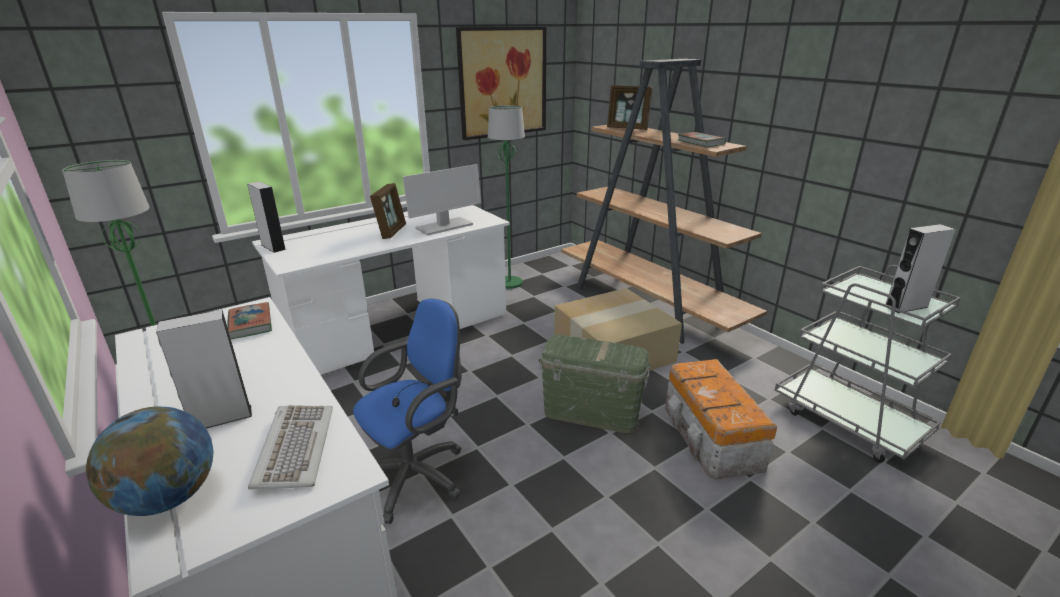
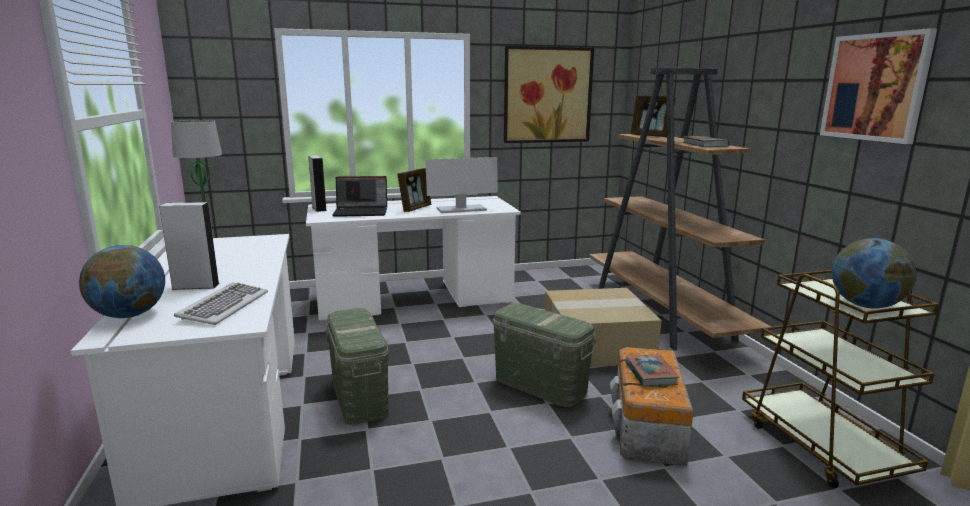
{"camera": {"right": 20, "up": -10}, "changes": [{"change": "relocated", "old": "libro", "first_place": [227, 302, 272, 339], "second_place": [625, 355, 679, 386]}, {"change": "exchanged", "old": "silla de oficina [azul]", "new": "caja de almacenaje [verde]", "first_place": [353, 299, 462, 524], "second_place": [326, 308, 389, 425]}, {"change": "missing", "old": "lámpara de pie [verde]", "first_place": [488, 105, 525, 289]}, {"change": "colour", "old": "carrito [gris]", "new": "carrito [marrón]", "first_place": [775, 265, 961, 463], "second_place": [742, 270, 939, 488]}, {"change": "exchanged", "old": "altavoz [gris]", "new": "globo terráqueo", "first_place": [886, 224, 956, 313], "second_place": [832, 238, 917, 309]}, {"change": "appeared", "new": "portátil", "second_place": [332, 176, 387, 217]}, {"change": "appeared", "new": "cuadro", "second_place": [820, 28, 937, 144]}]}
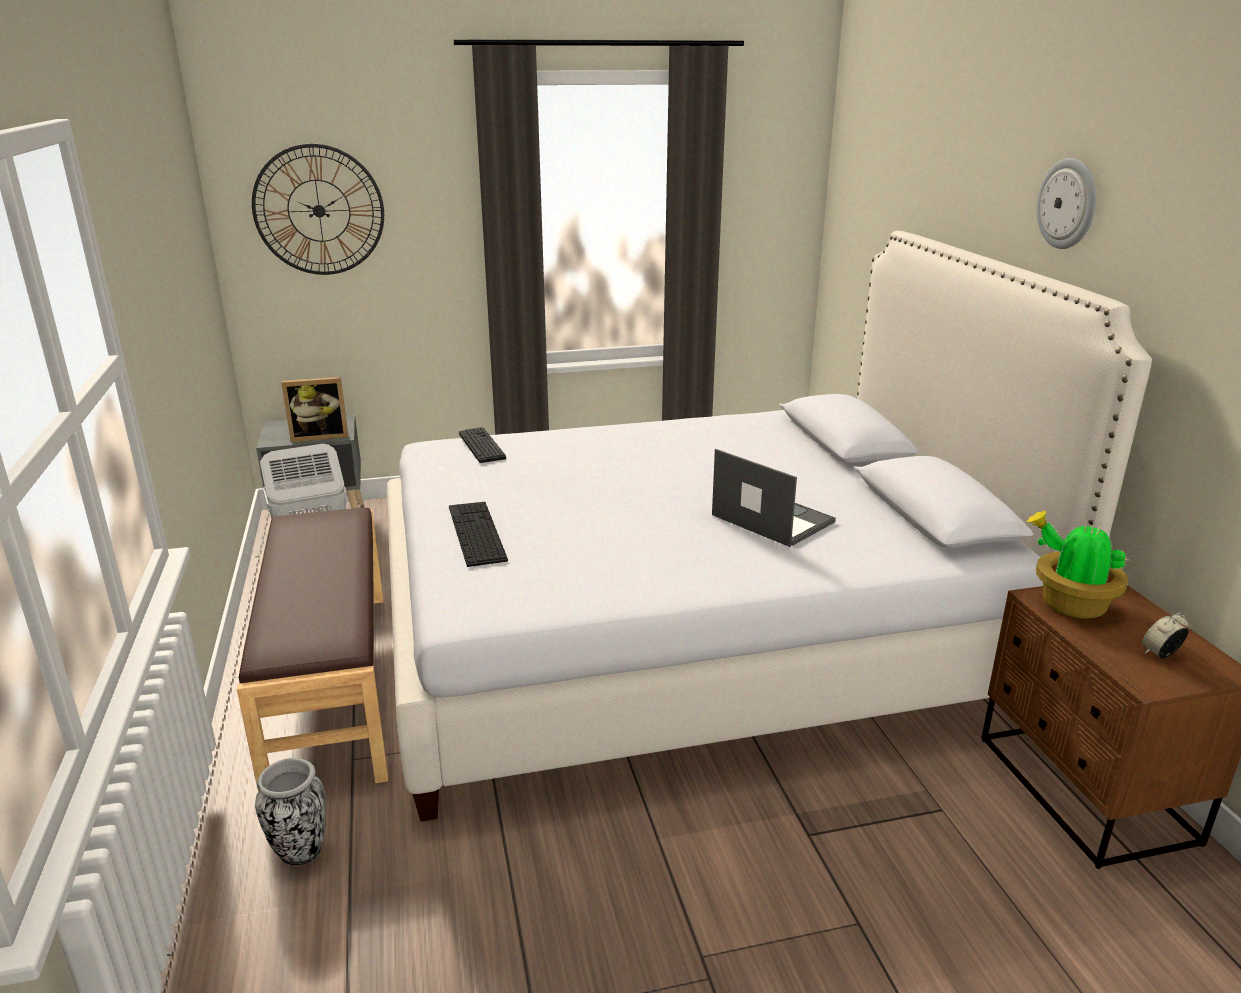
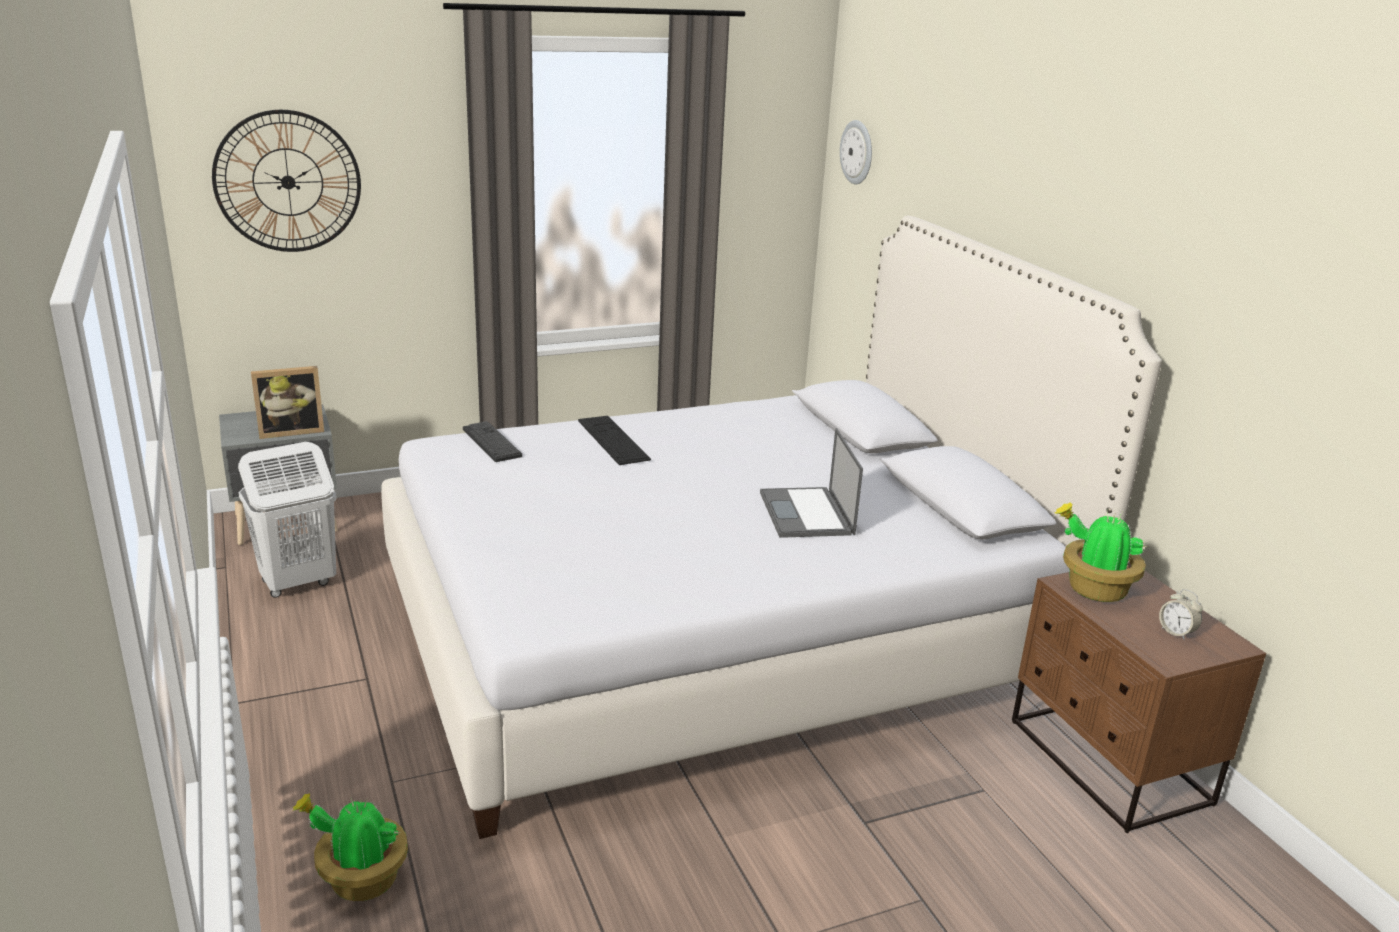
{"camera": {"right": -10, "up": 0}, "changes": [{"change": "missing", "old": "banco [marrón]", "first_place": [237, 508, 388, 791]}, {"change": "exchanged", "old": "florero", "new": "planta en maceta", "first_place": [255, 758, 326, 866], "second_place": [292, 793, 408, 901]}, {"change": "relocated", "old": "teclado", "first_place": [449, 502, 508, 567], "second_place": [578, 416, 651, 465]}, {"change": "spun", "old": "portátil", "first_place": [712, 449, 836, 547], "second_place": [760, 428, 863, 538], "degrees": -135}, {"change": "relocated", "old": "reloj de pared", "first_place": [1036, 158, 1096, 249], "second_place": [840, 120, 872, 185]}, {"change": "spun", "old": "despertador", "first_place": [1142, 612, 1188, 659], "second_place": [1159, 589, 1203, 640], "degrees": -90}]}
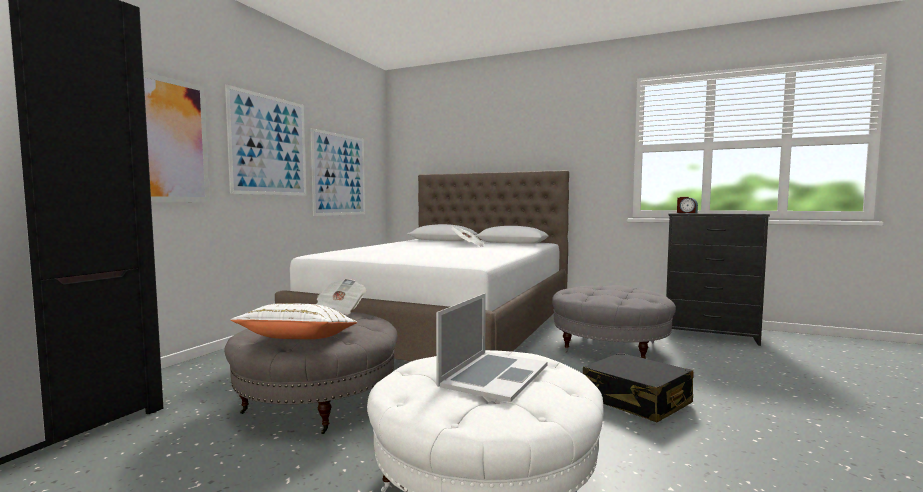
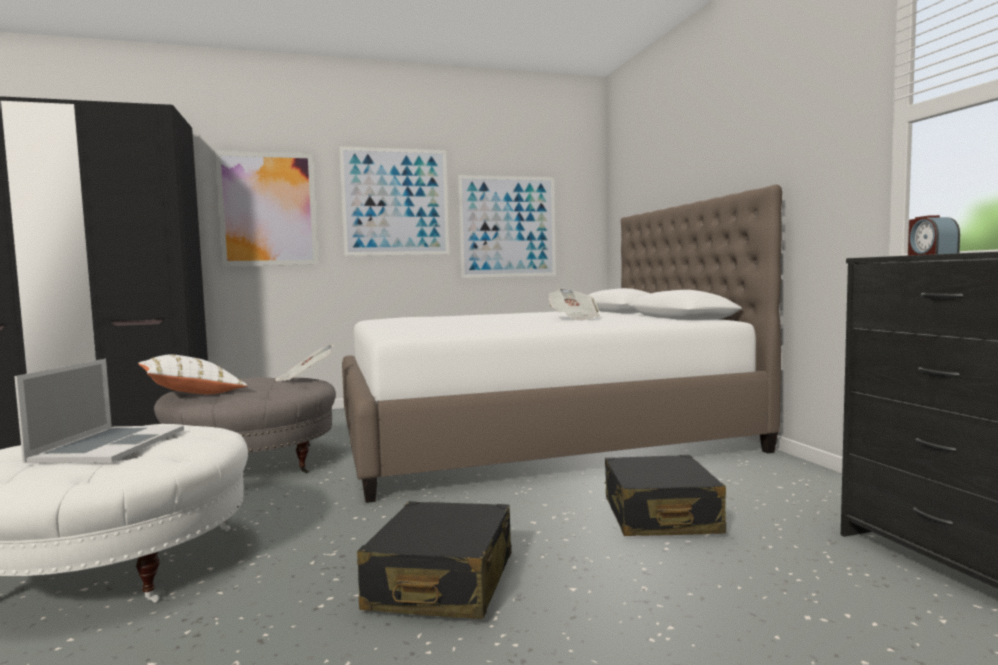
{"camera": {"right": 50, "up": 0}, "changes": [{"change": "spun", "old": "portátil", "first_place": [436, 293, 548, 402], "second_place": [15, 359, 184, 463], "degrees": -75}, {"change": "exchanged", "old": "puf [gris]", "new": "maleta [negro]", "first_place": [552, 285, 676, 359], "second_place": [605, 455, 726, 536]}]}
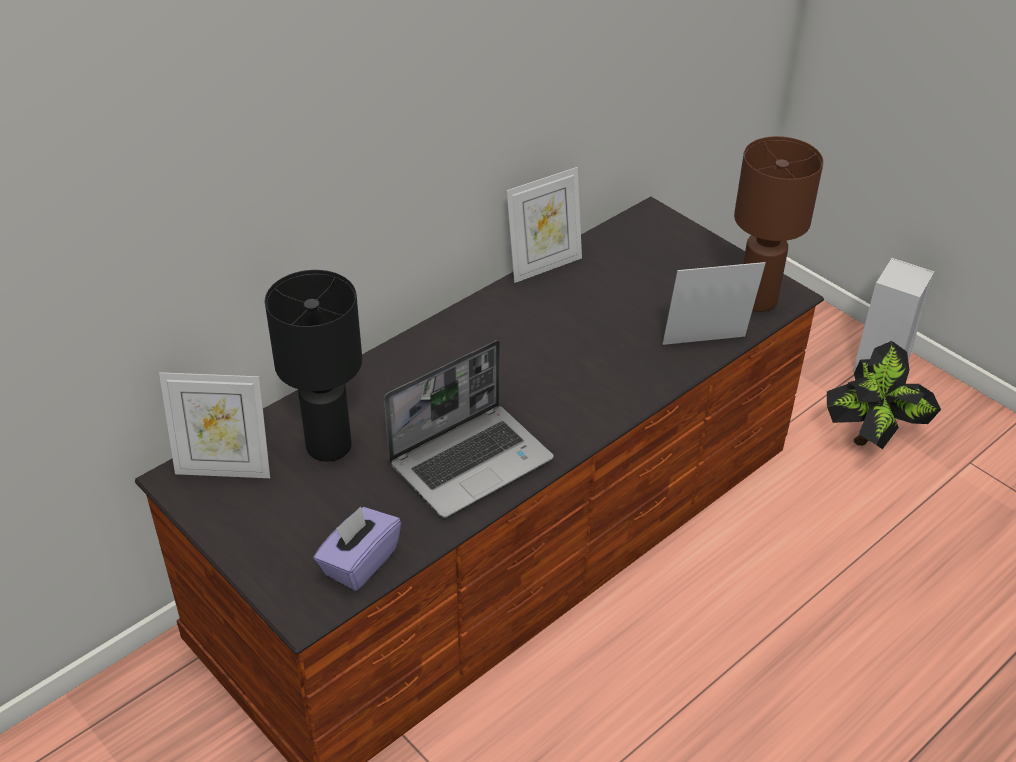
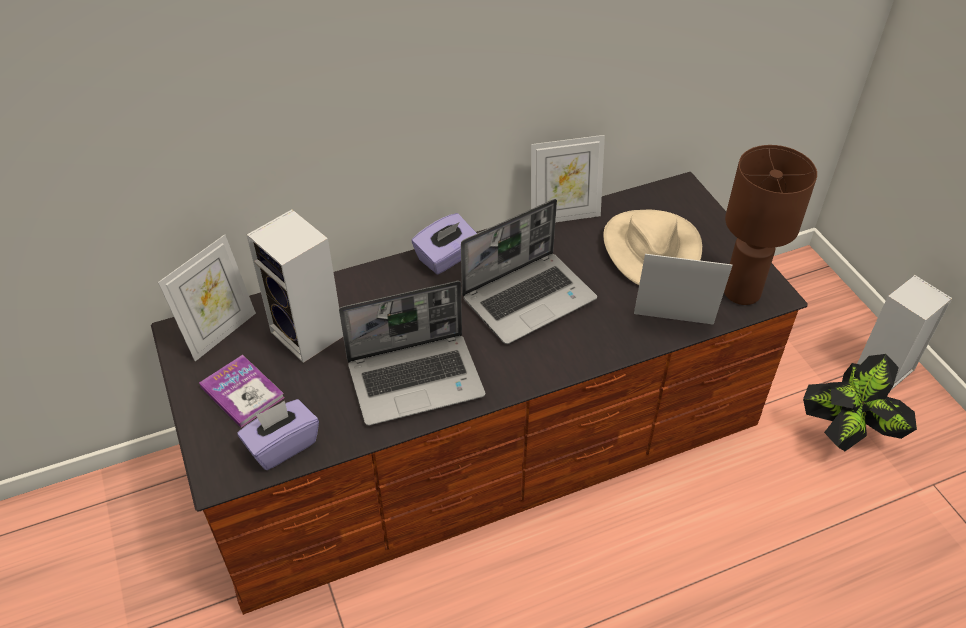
{"camera": {"right": 20, "up": 5}, "changes": [{"change": "spun", "old": "portarretratos", "first_place": [159, 372, 270, 478], "second_place": [158, 234, 256, 361], "degrees": -75}, {"change": "exchanged", "old": "lámpara de mesa [negro]", "new": "altavoz", "first_place": [265, 270, 362, 461], "second_place": [247, 209, 343, 363]}, {"change": "appeared", "new": "libro", "second_place": [199, 355, 285, 428]}, {"change": "appeared", "new": "caja de pañuelos [morado]", "second_place": [412, 213, 477, 274]}, {"change": "appeared", "new": "portátil", "second_place": [461, 199, 597, 344]}, {"change": "appeared", "new": "sombrero [beis]", "second_place": [603, 210, 702, 285]}]}
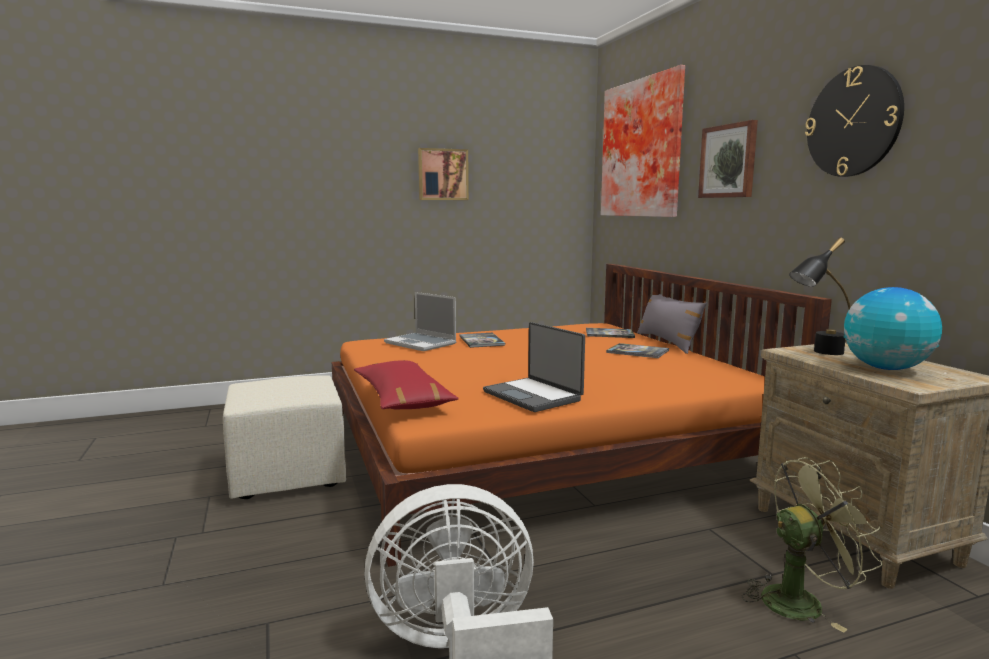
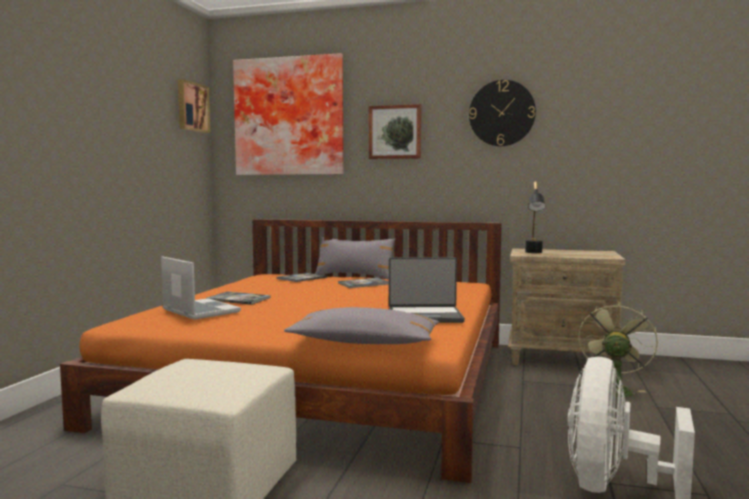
{"camera": {"right": -55, "up": -5}, "changes": [{"change": "colour", "old": "cojín [rojo]", "new": "cojín [gris]", "first_place": [354, 360, 459, 409], "second_place": [284, 307, 439, 344]}, {"change": "spun", "old": "portátil", "first_place": [384, 292, 457, 351], "second_place": [161, 256, 241, 320], "degrees": -120}, {"change": "relocated", "old": "cuadro", "first_place": [418, 148, 469, 200], "second_place": [178, 79, 210, 133]}, {"change": "missing", "old": "globo terráqueo", "first_place": [843, 287, 942, 370]}]}
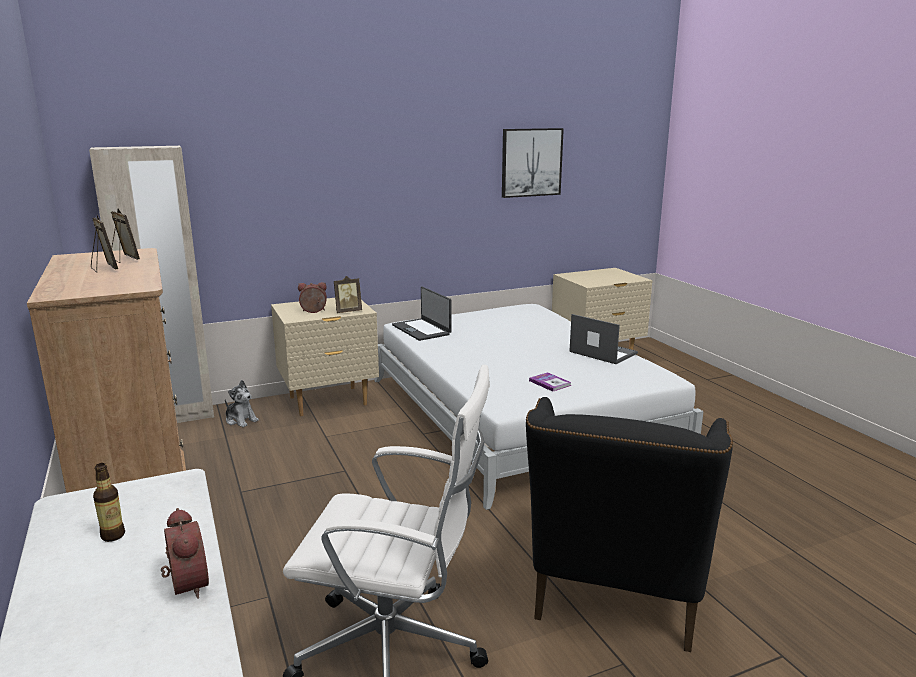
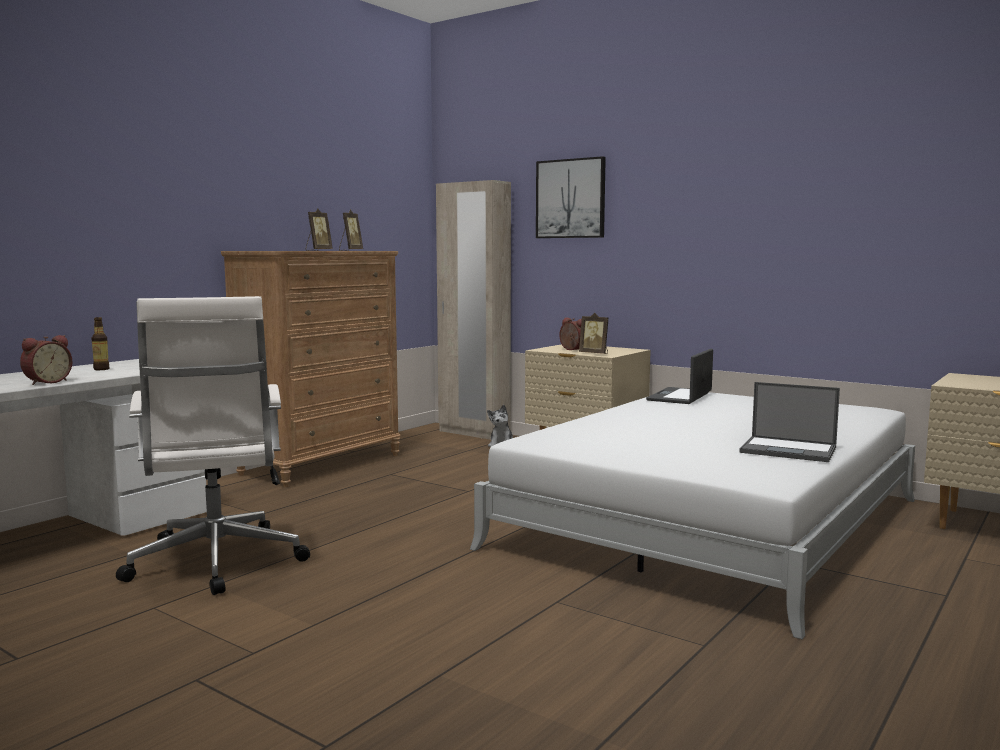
{"camera": {"right": 60, "up": -10}, "changes": [{"change": "relocated", "old": "cuadro", "first_place": [502, 128, 564, 198], "second_place": [536, 156, 606, 238]}, {"change": "missing", "old": "sillón [negro]", "first_place": [526, 397, 733, 652]}, {"change": "missing", "old": "libro", "first_place": [529, 372, 571, 392]}, {"change": "spun", "old": "portátil", "first_place": [569, 314, 638, 364], "second_place": [739, 382, 840, 462], "degrees": 105}]}
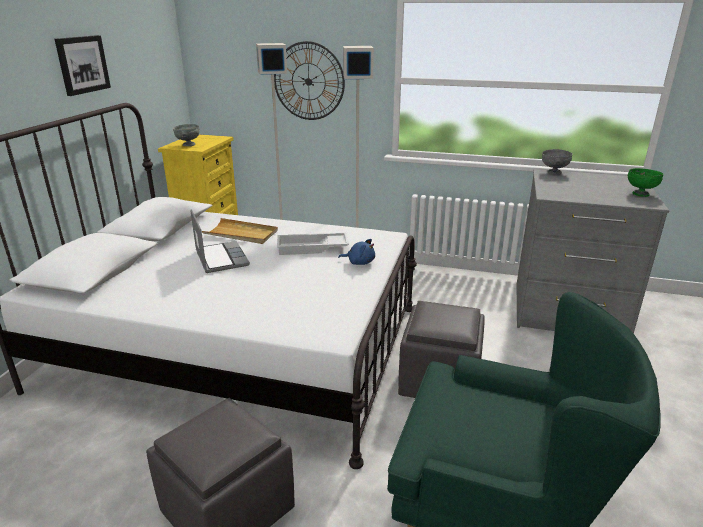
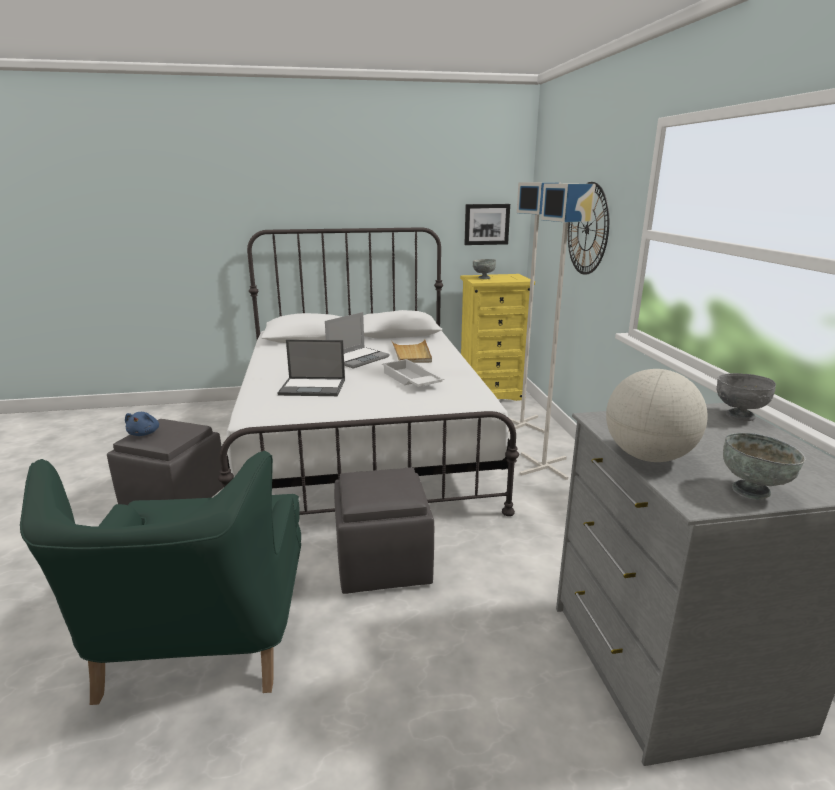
{"camera": {"right": 65, "up": -5}, "changes": [{"change": "relocated", "old": "cuadro", "first_place": [55, 35, 111, 96], "second_place": [464, 204, 510, 245]}, {"change": "relocated", "old": "peluche [azul]", "first_place": [338, 239, 375, 265], "second_place": [125, 412, 159, 436]}, {"change": "colour", "old": "cuenco [verde]", "new": "cuenco [gris]", "first_place": [628, 168, 664, 197], "second_place": [723, 433, 806, 500]}, {"change": "appeared", "new": "portátil", "second_place": [278, 340, 345, 396]}, {"change": "appeared", "new": "globo terráqueo", "second_place": [606, 369, 708, 462]}]}
